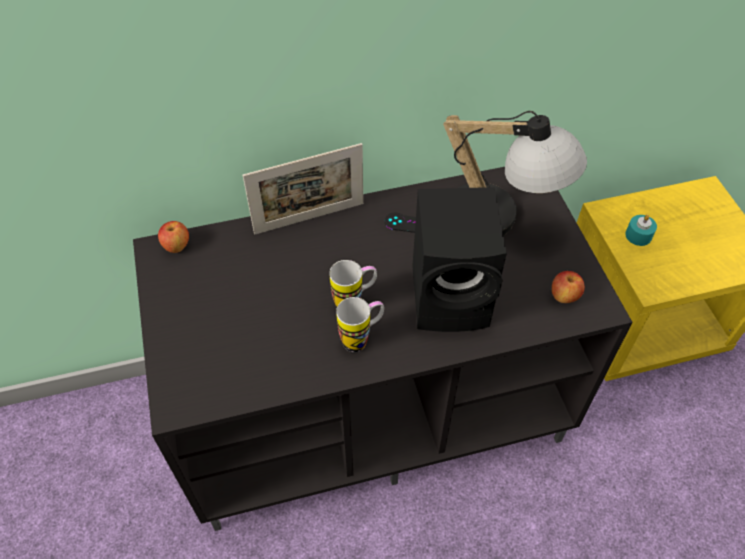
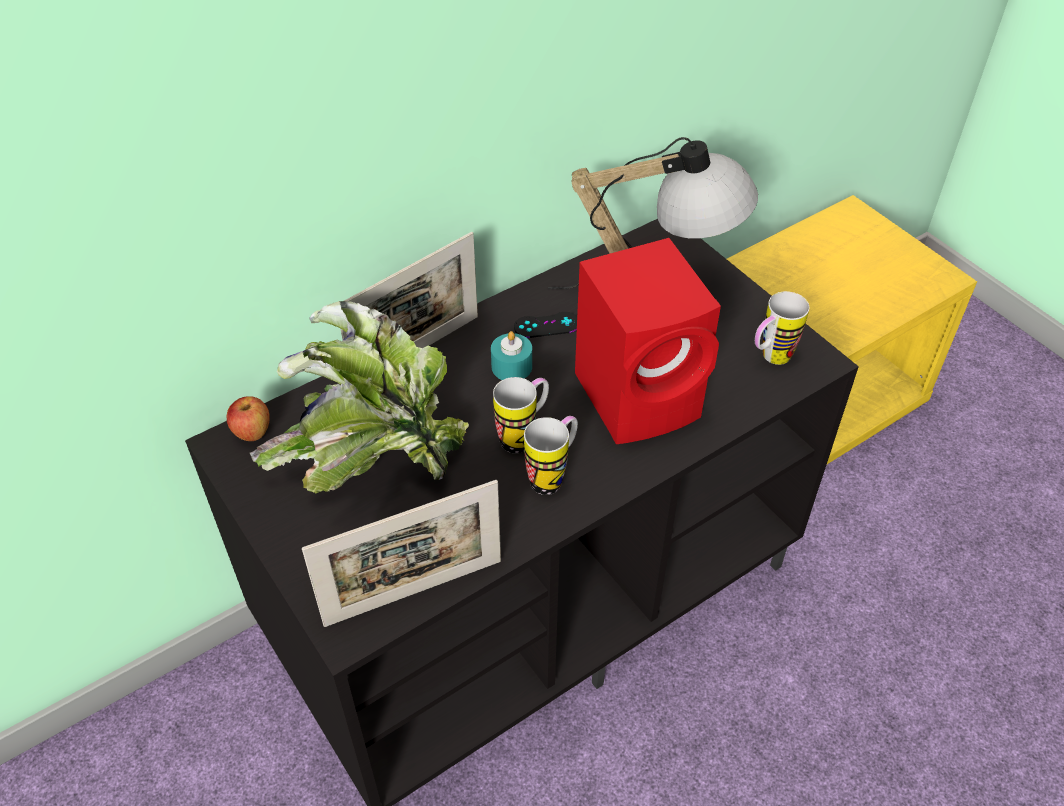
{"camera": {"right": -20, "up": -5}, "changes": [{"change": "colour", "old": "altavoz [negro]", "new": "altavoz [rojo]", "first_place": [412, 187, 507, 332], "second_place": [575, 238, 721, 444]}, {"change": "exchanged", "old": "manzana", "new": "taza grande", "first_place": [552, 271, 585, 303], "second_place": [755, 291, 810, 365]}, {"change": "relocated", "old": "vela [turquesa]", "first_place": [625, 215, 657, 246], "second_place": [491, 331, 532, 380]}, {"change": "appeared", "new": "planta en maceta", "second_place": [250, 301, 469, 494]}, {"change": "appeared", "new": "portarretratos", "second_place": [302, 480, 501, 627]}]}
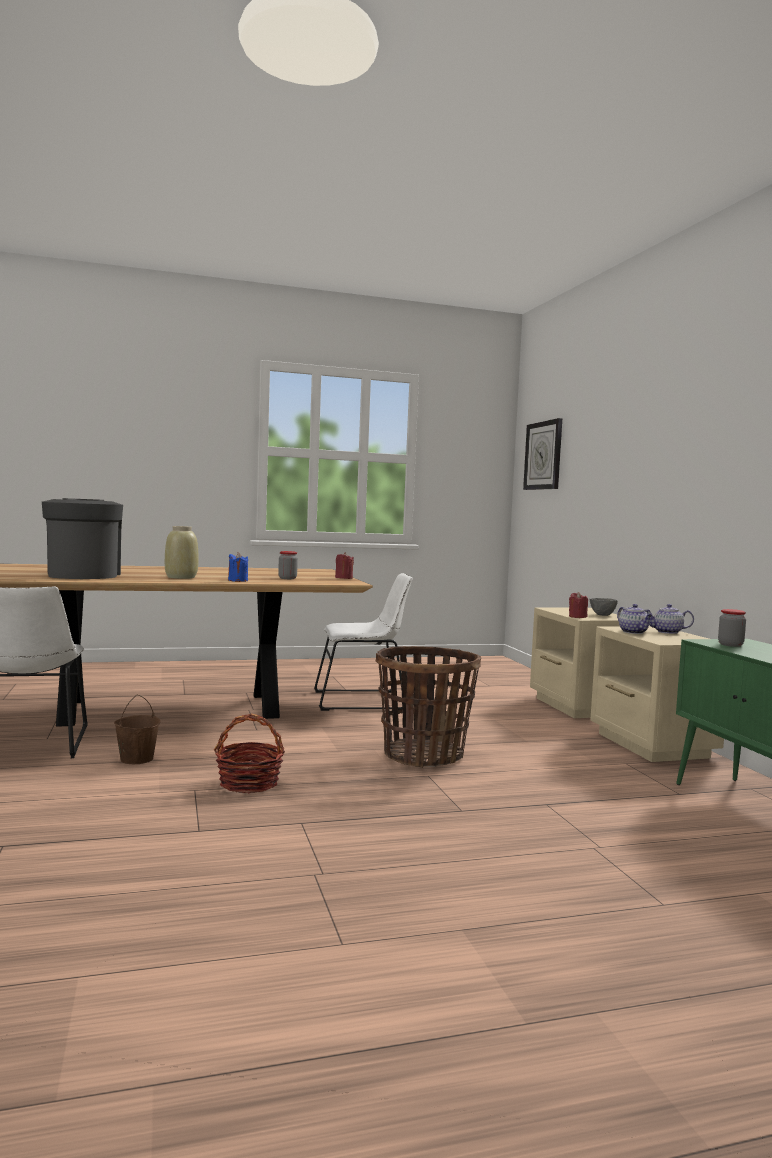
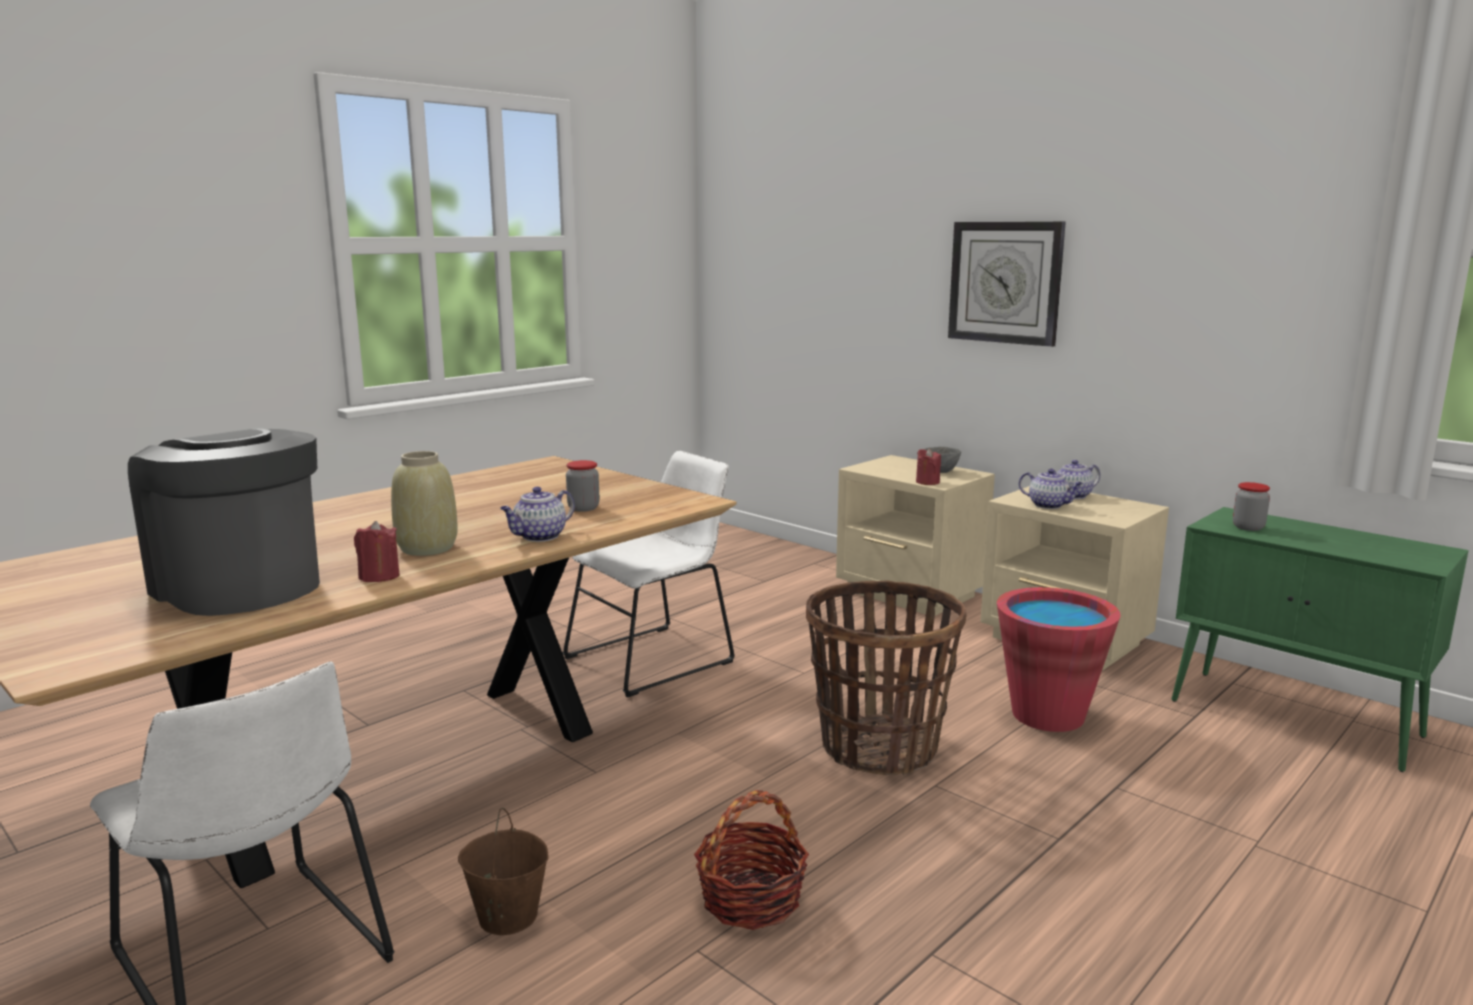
{"camera": {"right": -30, "up": 10}, "changes": [{"change": "exchanged", "old": "vela [azul]", "new": "tetera", "first_place": [228, 552, 248, 582], "second_place": [500, 487, 575, 542]}, {"change": "relocated", "old": "vela [rojo]", "first_place": [335, 552, 354, 579], "second_place": [354, 521, 400, 582]}, {"change": "relocated", "old": "reloj de pared", "first_place": [523, 418, 562, 490], "second_place": [948, 222, 1066, 347]}, {"change": "appeared", "new": "cubo [rojo]", "second_place": [997, 587, 1120, 732]}]}
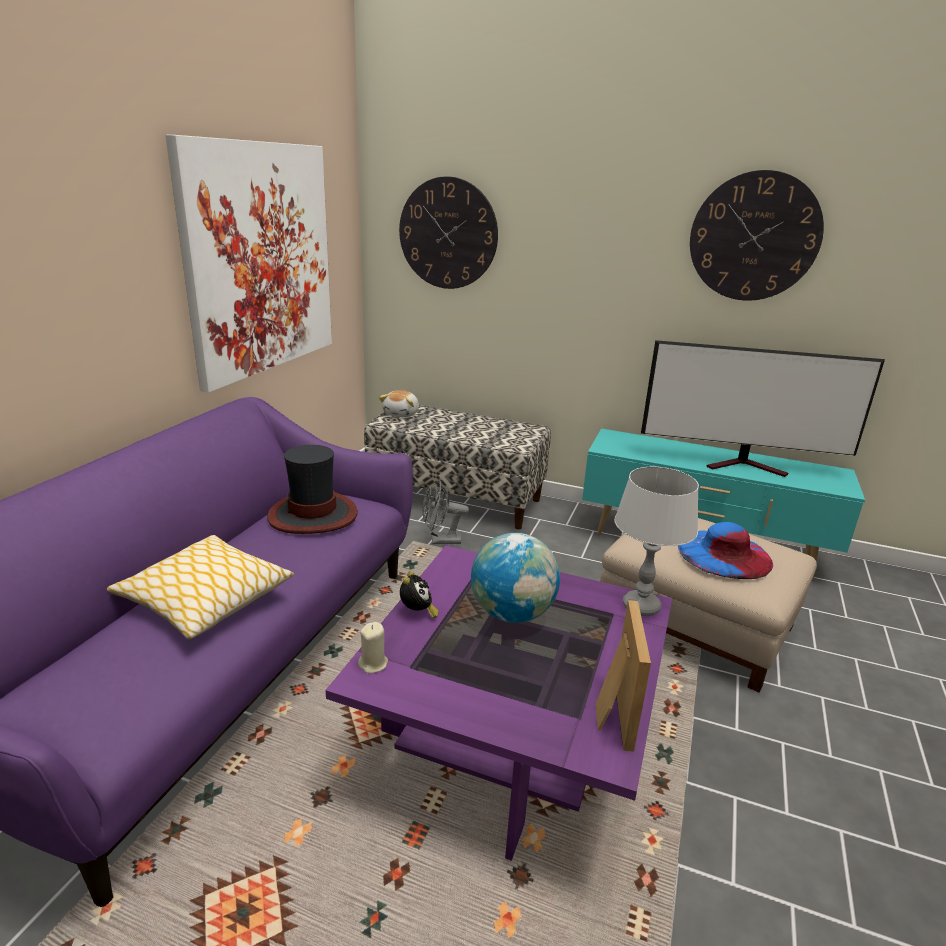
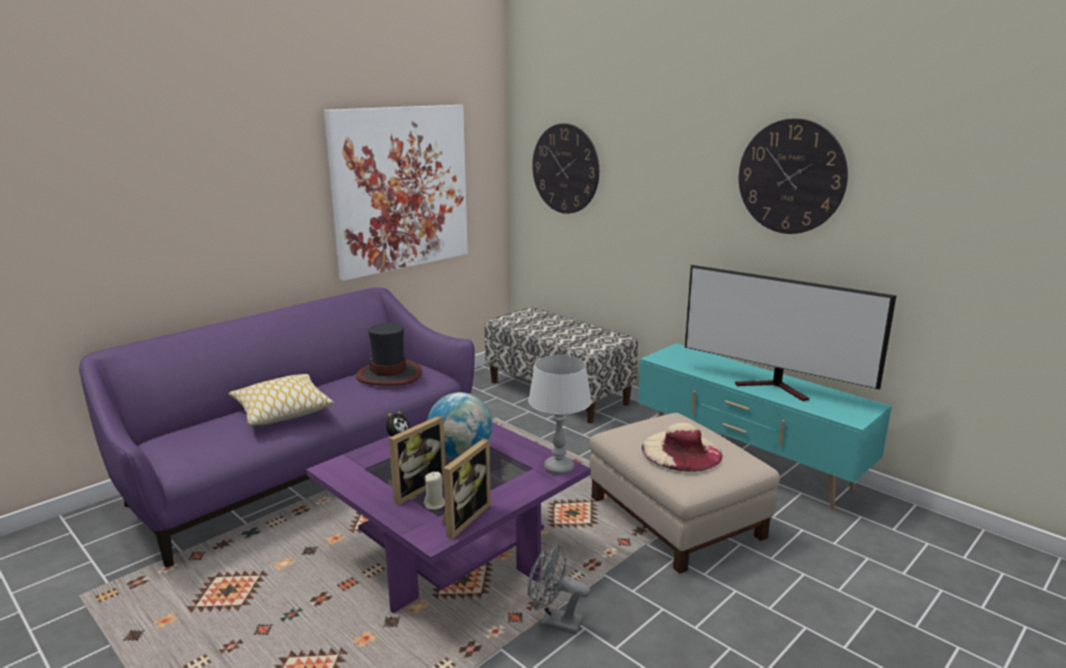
{"camera": {"right": 25, "up": -5}, "changes": [{"change": "relocated", "old": "vela [beis]", "first_place": [358, 622, 388, 673], "second_place": [424, 472, 445, 510]}, {"change": "missing", "old": "peluche", "first_place": [379, 390, 419, 417]}, {"change": "relocated", "old": "ventilador [gris]", "first_place": [422, 480, 469, 544], "second_place": [528, 543, 590, 635]}, {"change": "colour", "old": "sombrero [azul]", "new": "sombrero [beis]", "first_place": [678, 522, 773, 579], "second_place": [642, 423, 723, 472]}, {"change": "appeared", "new": "portarretratos", "second_place": [389, 415, 446, 505]}]}
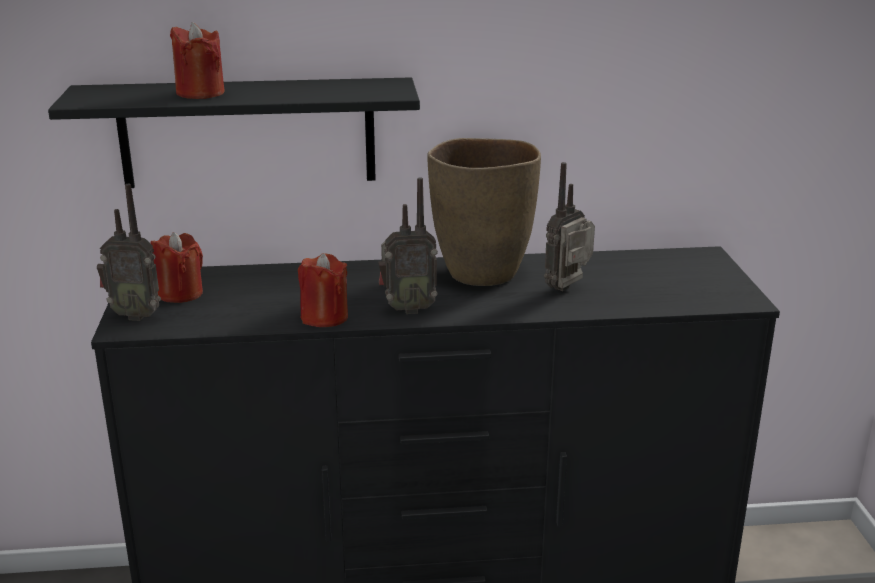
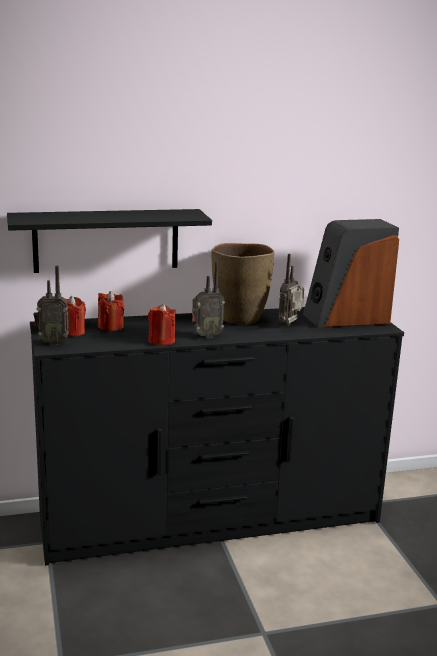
{"camera": {"right": -10, "up": -5}, "changes": [{"change": "relocated", "old": "vela [rojo]", "first_place": [170, 22, 225, 99], "second_place": [98, 291, 124, 331]}, {"change": "appeared", "new": "altavoz", "second_place": [303, 219, 399, 328]}]}
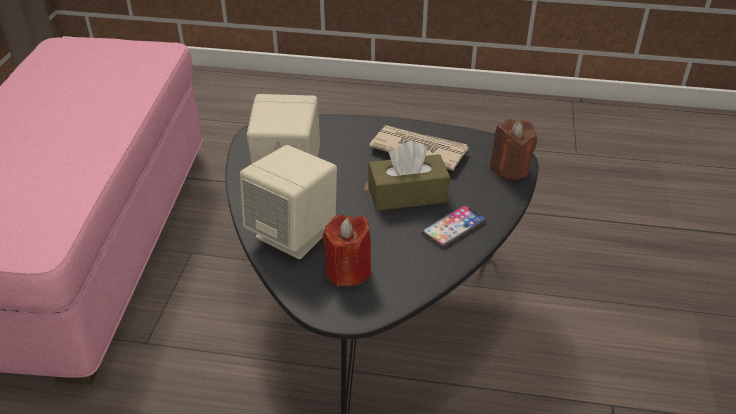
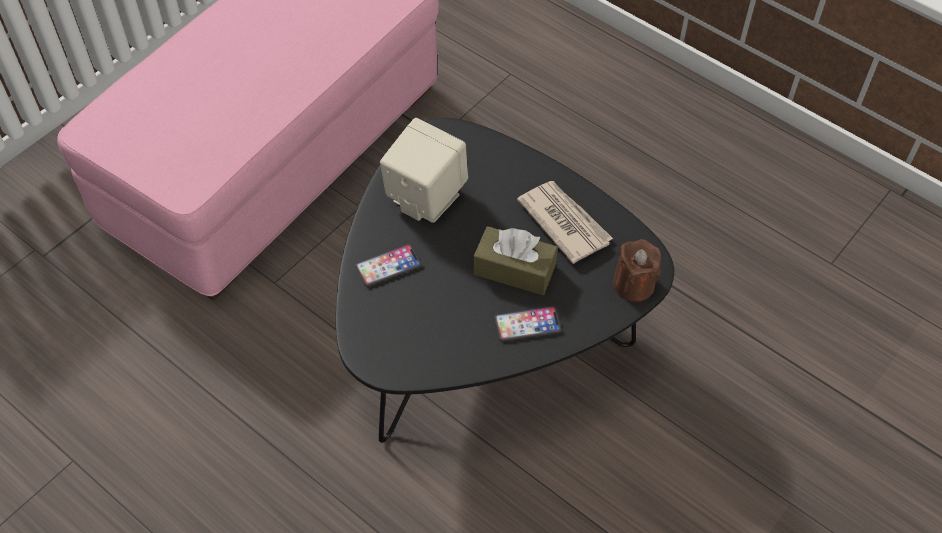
{"camera": {"right": 30, "up": 15}, "changes": [{"change": "exchanged", "old": "altavoz [beis]", "new": "móvil", "first_place": [240, 145, 337, 259], "second_place": [355, 244, 421, 287]}, {"change": "missing", "old": "vela [rojo]", "first_place": [322, 215, 371, 287]}]}
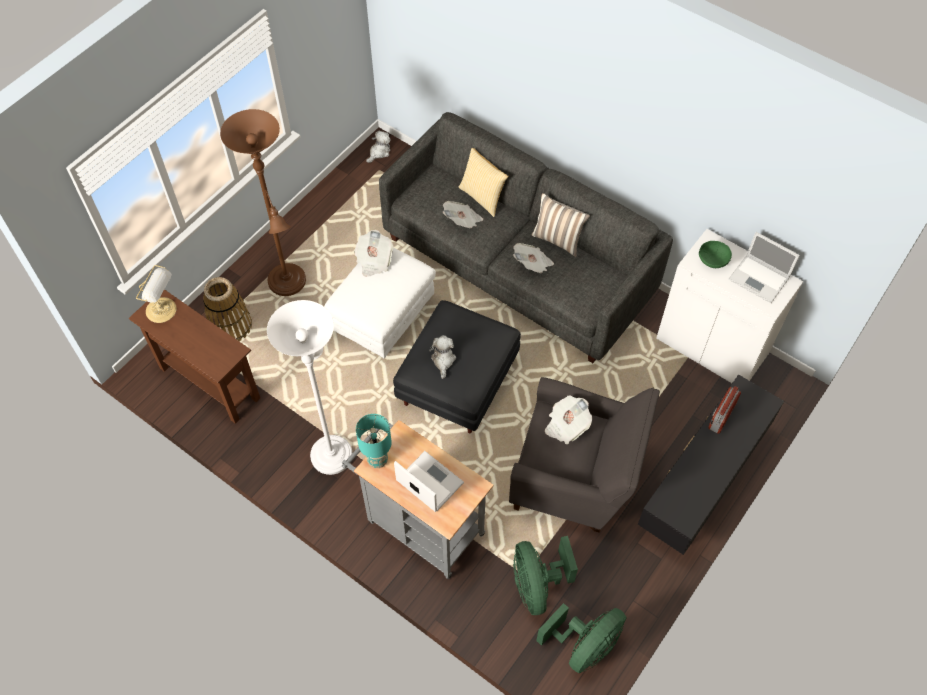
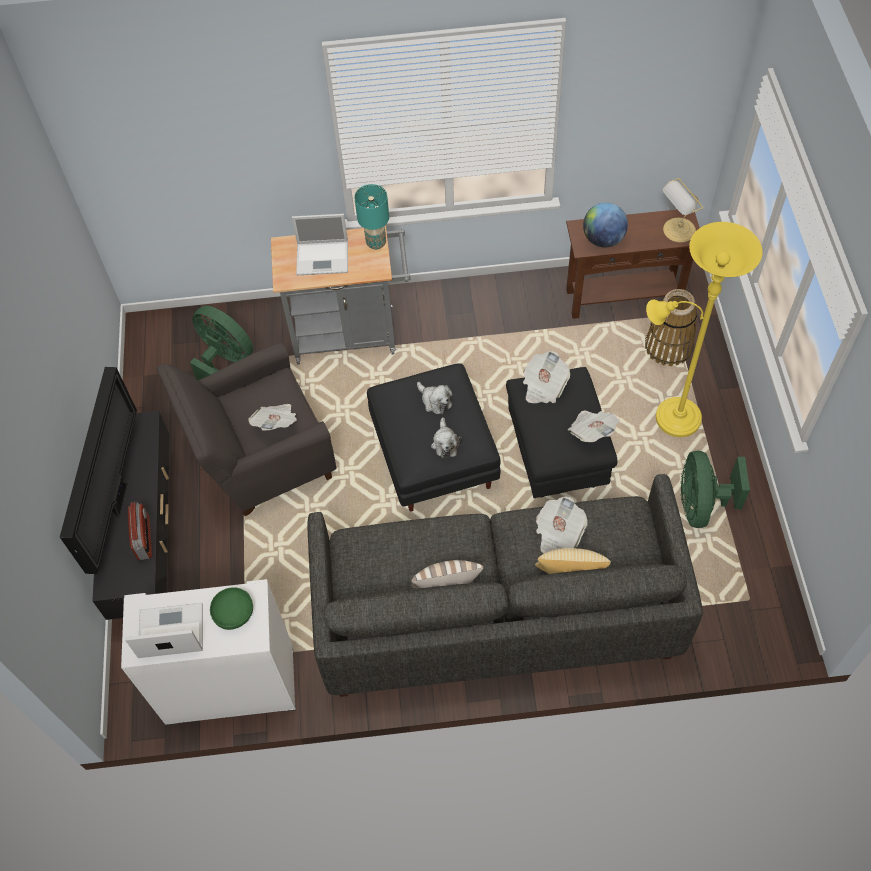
{"camera": {"right": 140, "up": 0}, "changes": [{"change": "colour", "old": "lámpara de pie [marrón]", "new": "lámpara de pie [amarillo]", "first_place": [220, 109, 306, 296], "second_place": [646, 222, 763, 437]}, {"change": "missing", "old": "lámpara de pie [blanco]", "first_place": [267, 300, 353, 475]}, {"change": "colour", "old": "puf [blanco]", "new": "puf [negro]", "first_place": [324, 248, 436, 358], "second_place": [506, 367, 617, 498]}, {"change": "relocated", "old": "peluche", "first_place": [366, 131, 391, 163], "second_place": [431, 417, 462, 458]}, {"change": "relocated", "old": "periódico", "first_place": [513, 243, 554, 273], "second_place": [523, 351, 570, 403]}, {"change": "relocated", "old": "ventilador [verde]", "first_place": [536, 603, 627, 673], "second_place": [681, 451, 750, 528]}, {"change": "appeared", "new": "televisor", "second_place": [60, 367, 137, 574]}, {"change": "appeared", "new": "globo terráqueo", "second_place": [583, 202, 628, 247]}]}
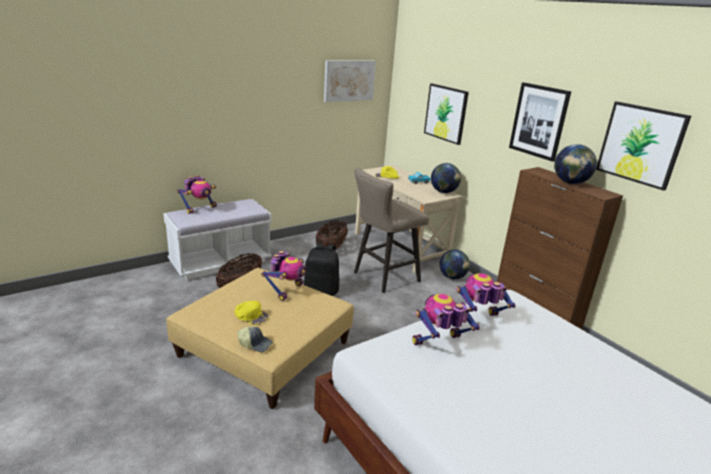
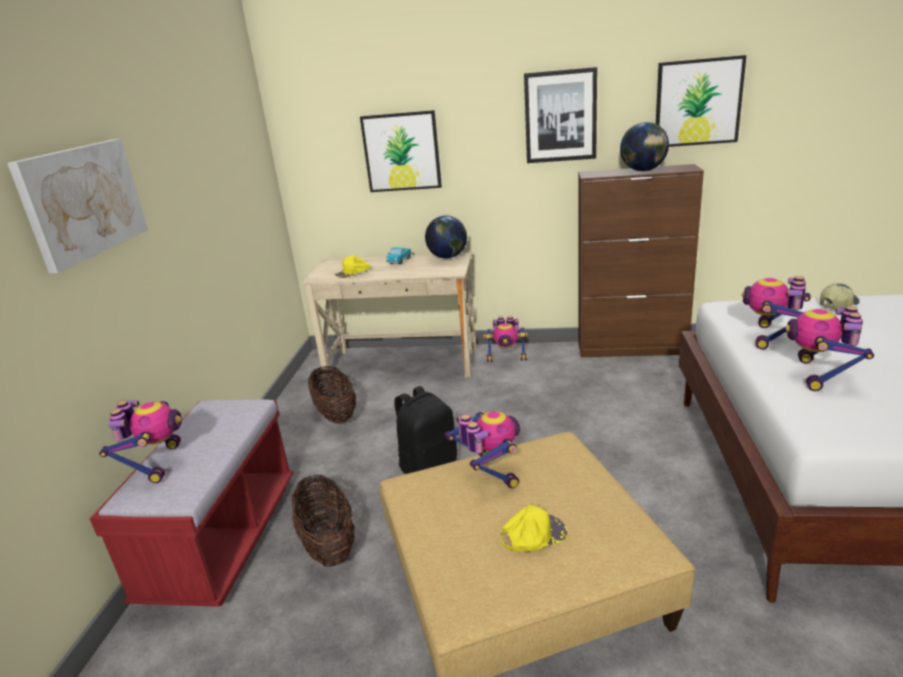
{"camera": {"right": -45, "up": 0}, "changes": [{"change": "colour", "old": "banco [blanco]", "new": "banco [rojo]", "first_place": [163, 199, 272, 280], "second_place": [90, 399, 294, 607]}, {"change": "relocated", "old": "gorra", "first_place": [237, 326, 273, 352], "second_place": [820, 284, 860, 309]}, {"change": "relocated", "old": "cuadro", "first_place": [324, 61, 376, 102], "second_place": [7, 139, 148, 273]}, {"change": "missing", "old": "taburete [beis]", "first_place": [354, 168, 429, 293]}, {"change": "exchanged", "old": "globo terráqueo", "new": "robot de juguete", "first_place": [440, 249, 470, 279], "second_place": [483, 316, 528, 362]}]}
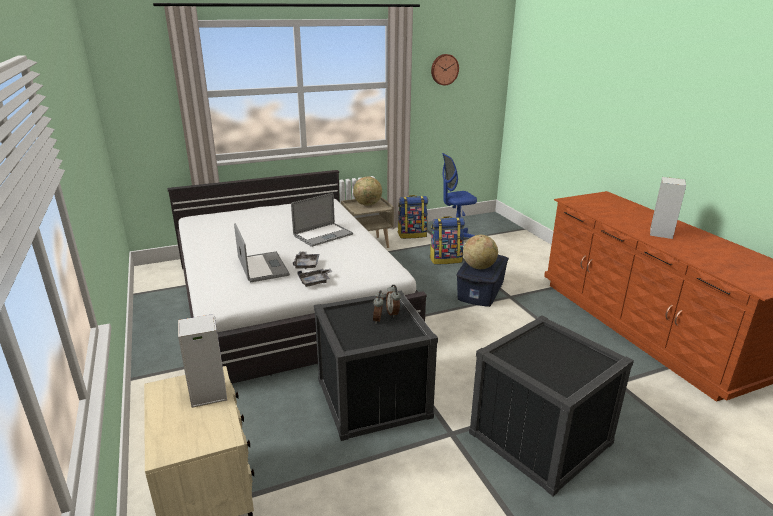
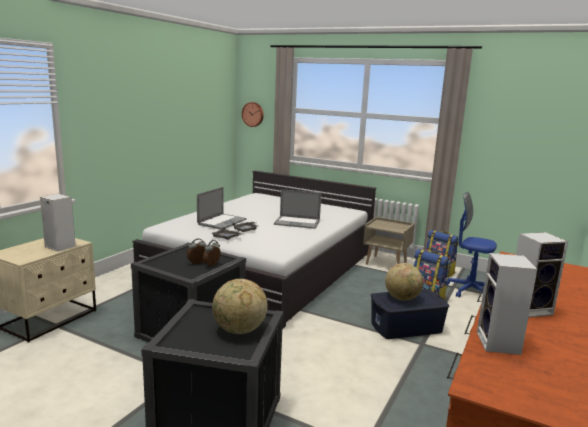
{"camera": {"right": 50, "up": -10}, "changes": [{"change": "relocated", "old": "globo terráqueo", "first_place": [353, 177, 382, 206], "second_place": [212, 279, 268, 334]}, {"change": "relocated", "old": "reloj de pared", "first_place": [431, 54, 459, 86], "second_place": [242, 102, 264, 127]}, {"change": "appeared", "new": "altavoz", "second_place": [477, 253, 537, 355]}]}
